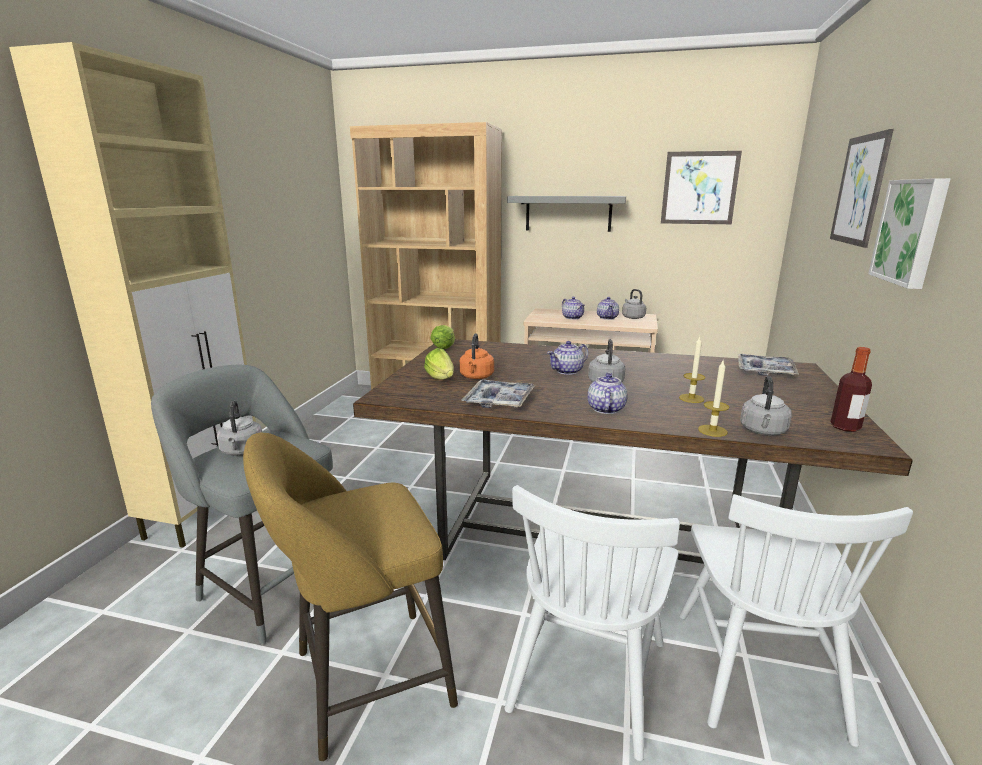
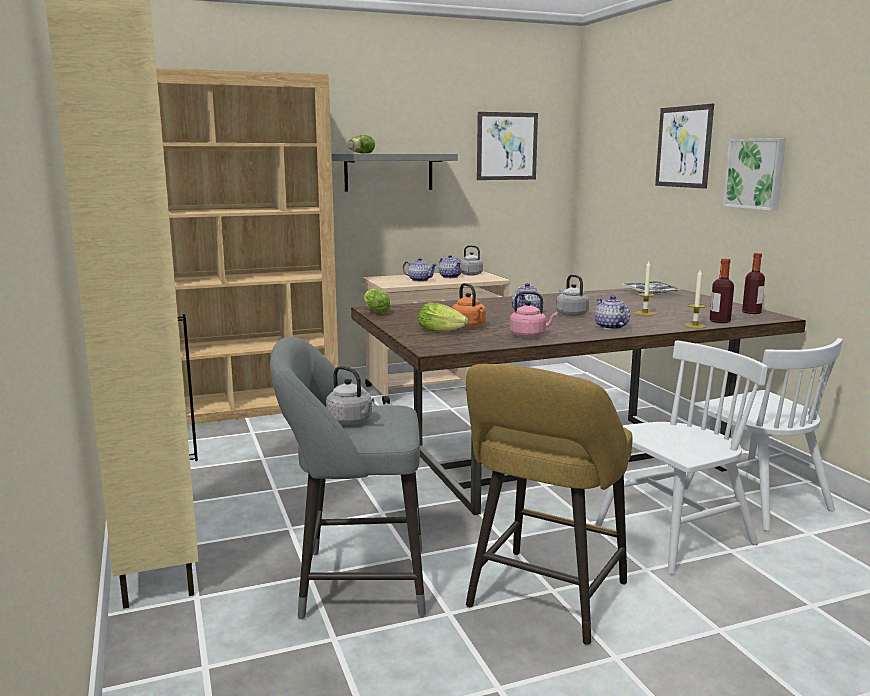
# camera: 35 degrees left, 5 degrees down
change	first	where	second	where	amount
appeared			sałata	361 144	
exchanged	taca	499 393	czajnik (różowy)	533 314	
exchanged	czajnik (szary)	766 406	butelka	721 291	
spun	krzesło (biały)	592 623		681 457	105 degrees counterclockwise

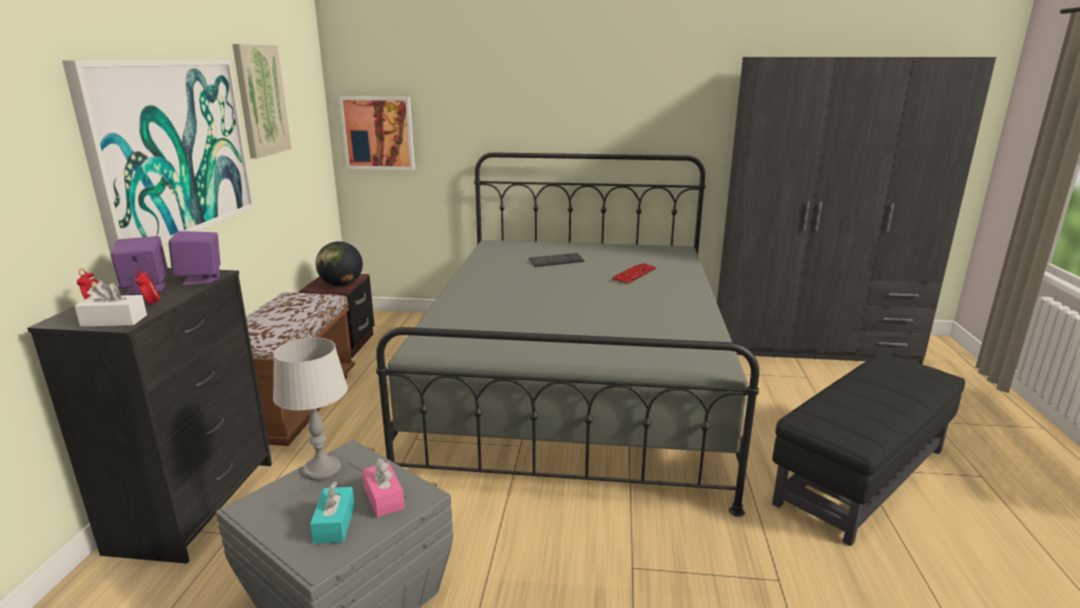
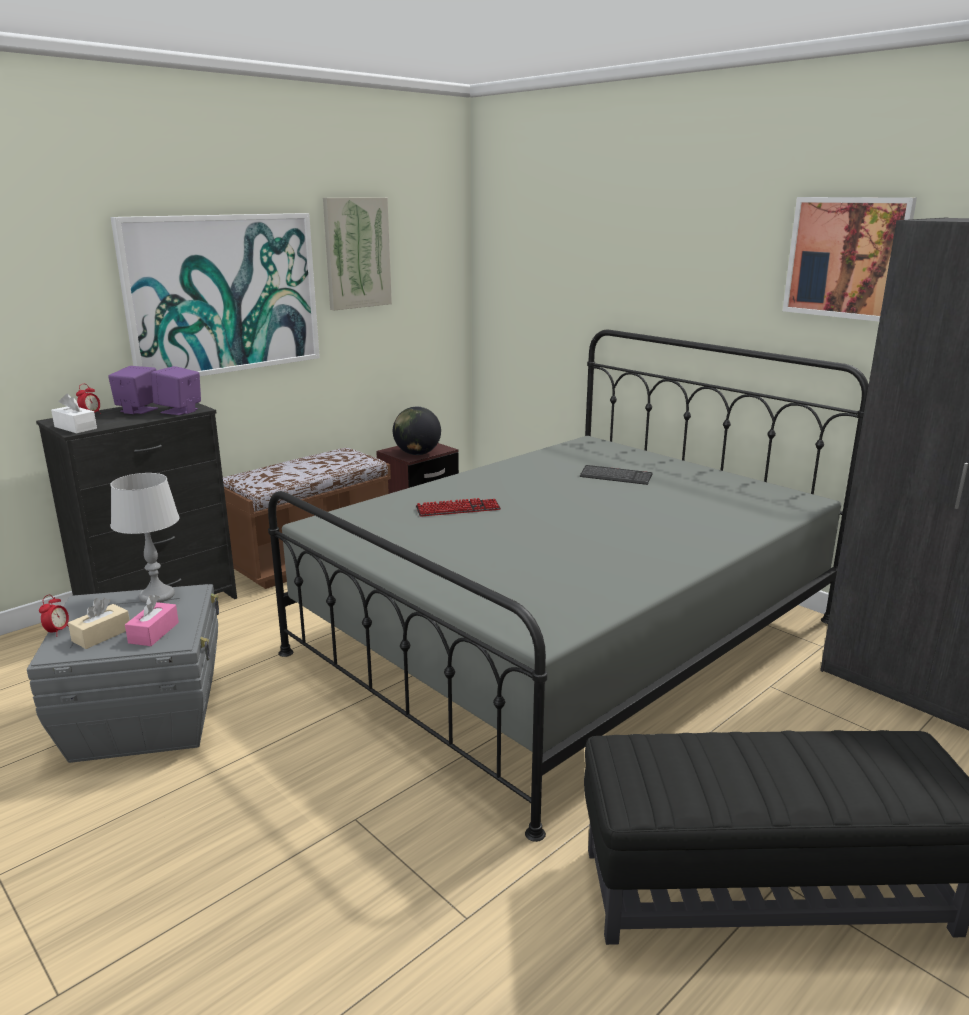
# camera: 40 degrees right, 0 degrees up
change	first	where	second	where	amount
relocated	budzik	148 287		54 614	
relocated	obraz	377 133		850 259	
relocated	klawiatura	634 273		458 507	
colour	pudełko chusteczek (turkusowy)	332 513	pudełko chusteczek (beżowy)	99 623	

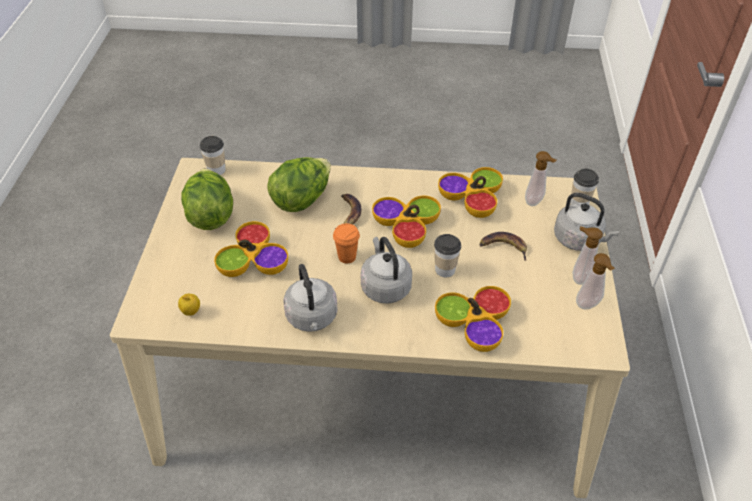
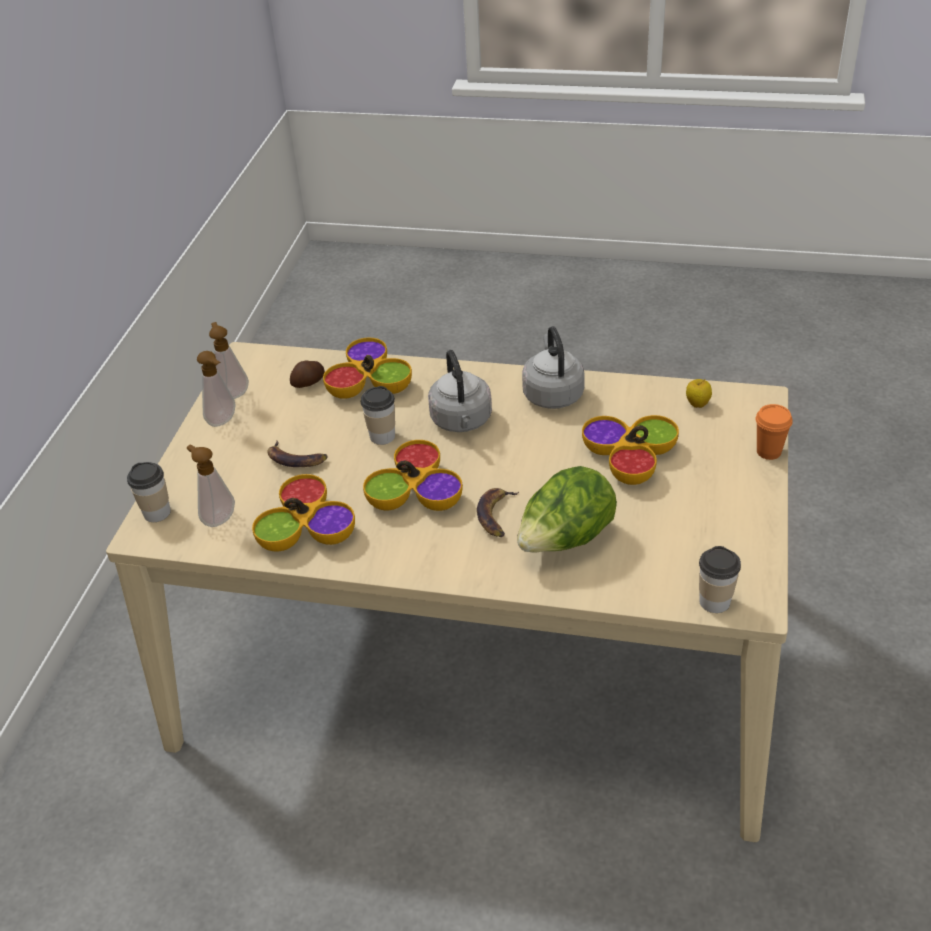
# camera: 170 degrees left, 5 degrees down
change	first	where	second	where	amount
missing	sałata	207 199			
missing	czajnik (szary)	586 222			
appeared			ziemniak	307 374	
relocated	filiżanka (pomarańczowy)	346 243		774 432	

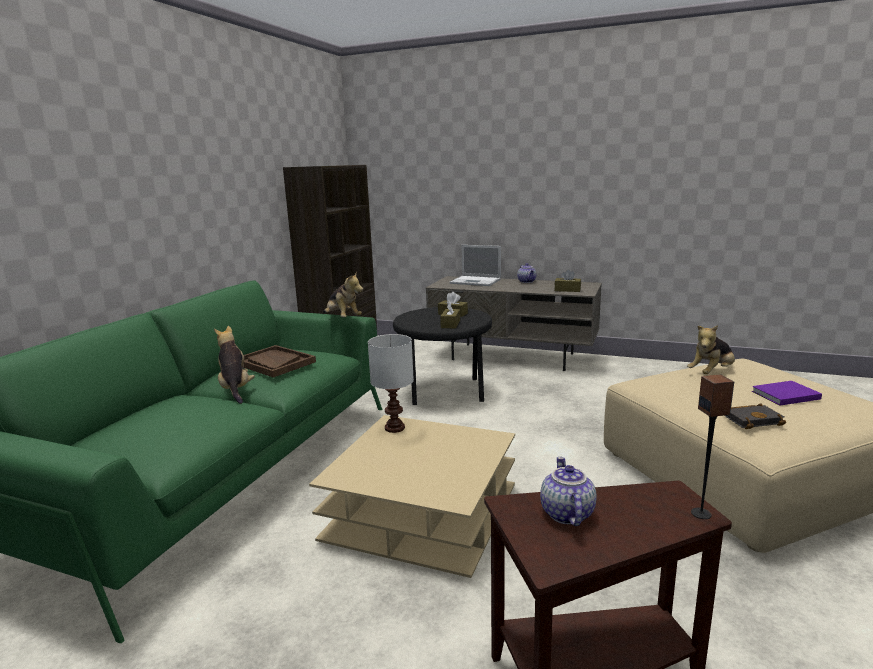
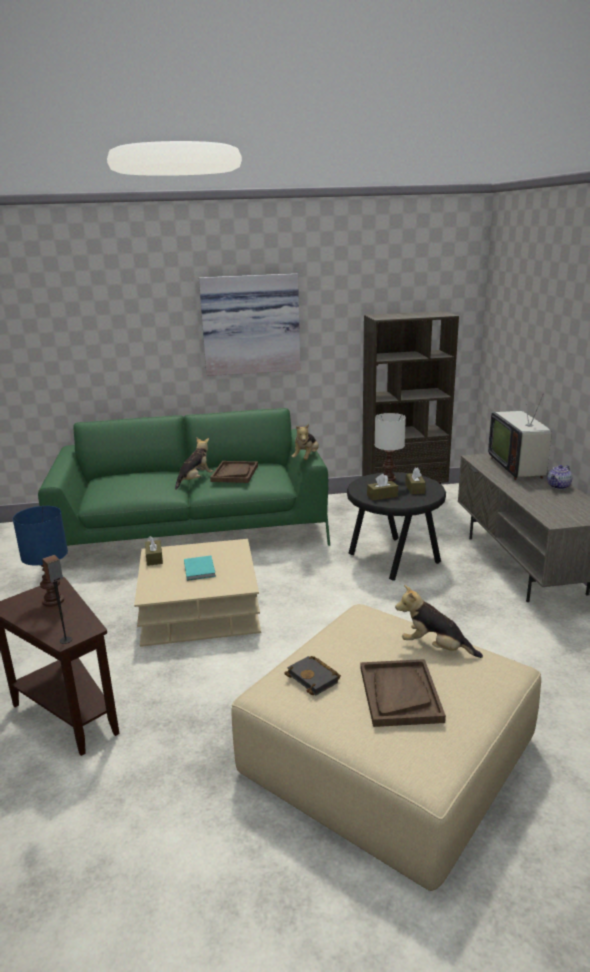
# camera: 60 degrees right, 5 degrees up
change	first	where	second	where	amount
appeared			książka (turkusowy)	200 568	
appeared			obraz	249 324	
relocated	lampa stołowa (biały)	391 383		390 447	
relocated	pudełko chusteczek (brązowy)	567 281		154 551	
exchanged	laptop	475 265	telewizor	520 434	
exchanged	imbryk	568 491	lampa stołowa (niebieski)	40 556	
exchanged	książka (fioletowy)	787 393	taca (brązowy)	403 693	

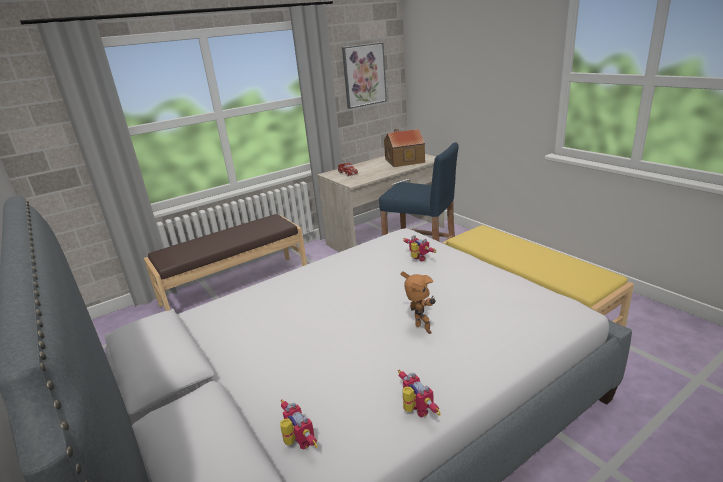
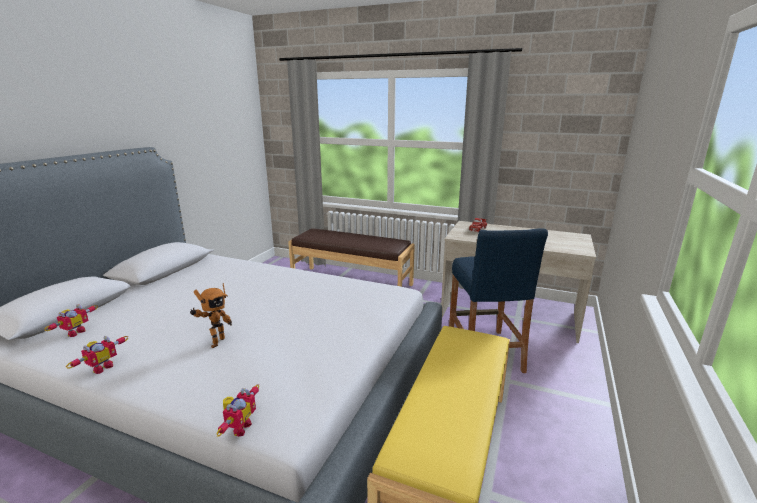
# camera: 55 degrees right, 5 degrees down
change	first	where	second	where	amount
missing	obraz	364 75			
missing	domek	404 148			
relocated	robot zabawkowy	419 248		237 410	

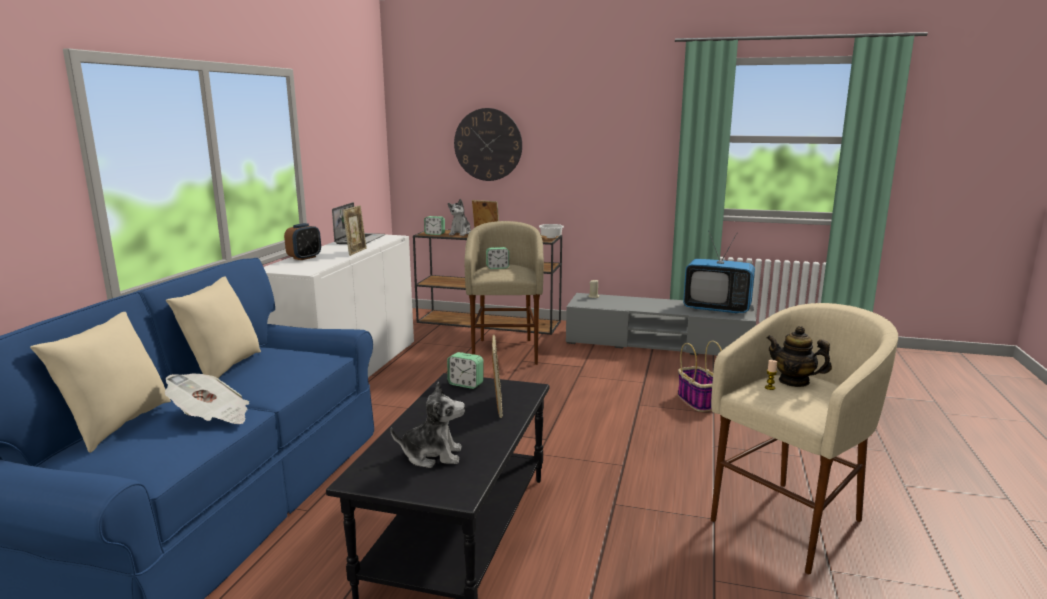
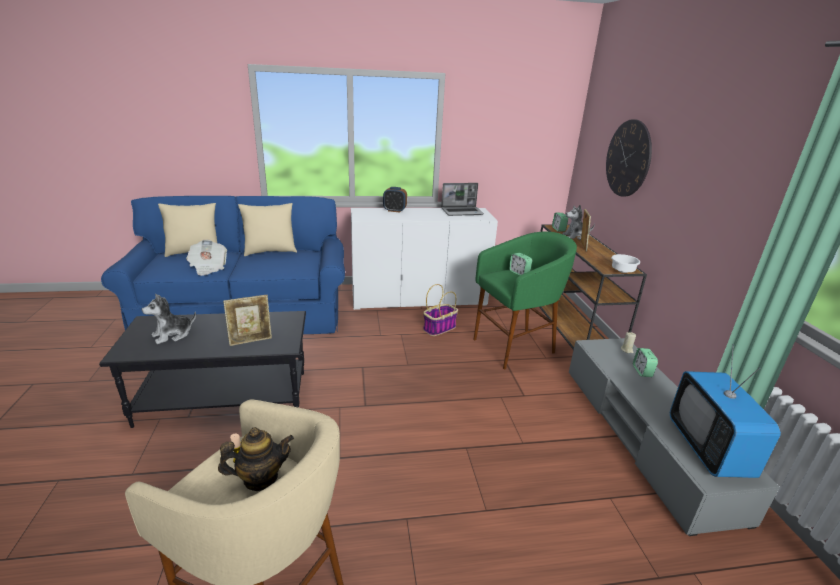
# camera: 65 degrees right, 10 degrees up
change	first	where	second	where	amount
missing	ramka na zdjęcie	354 230			
relocated	budzik	465 370		645 362	
relocated	koszyk	700 376		440 310	
colour	stołek (beżowy)	504 293	stołek (zielony)	525 300	
spun	pluszak	427 425		168 319	75 degrees clockwise
spun	imbryk	799 356		256 459	60 degrees clockwise

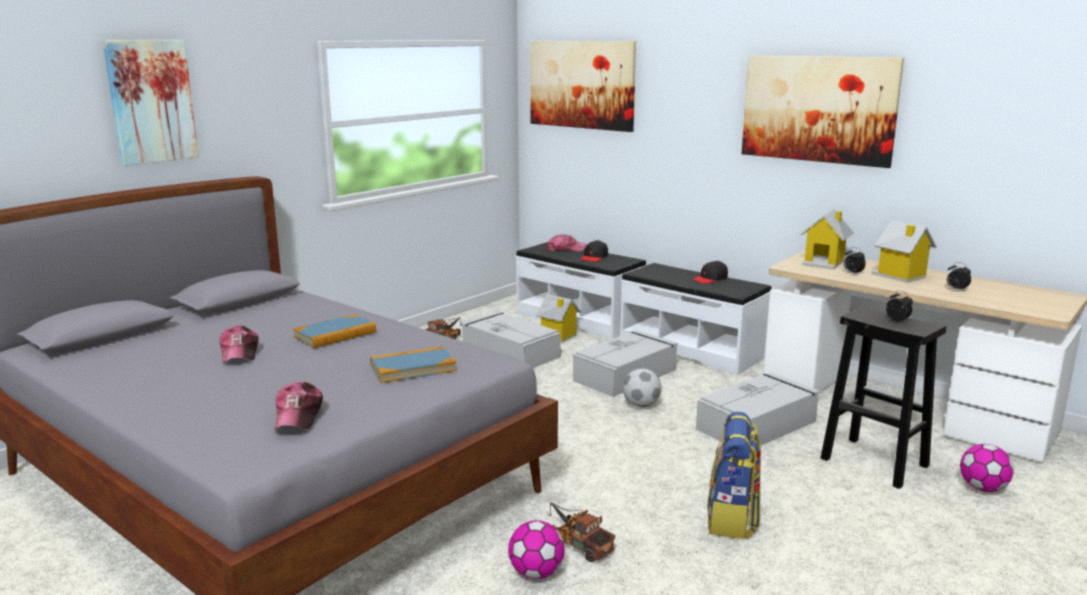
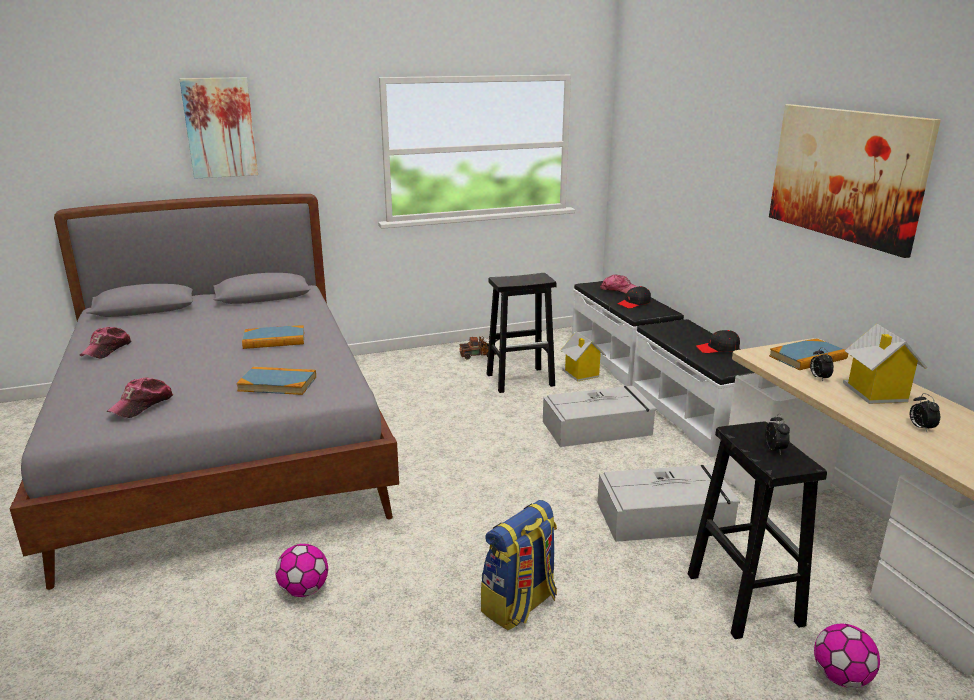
# camera: 30 degrees right, 5 degrees up
change	first	where	second	where	amount
missing	obraz	583 86			
missing	ciężarówka zabawkowa	582 532			
missing	piłka futbolowa	642 387			
relocated	czapka z daszkiem	239 344		105 343	
exchanged	pojemnik do przechowywania (szary)	510 339	stołek (czarny)	522 333	
exchanged	domek	827 239	książka	808 354	

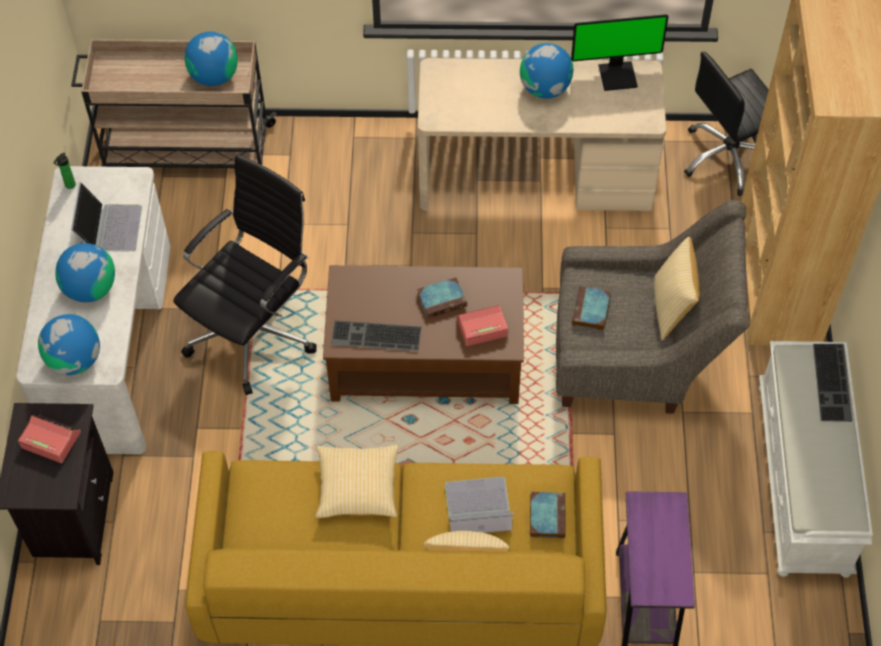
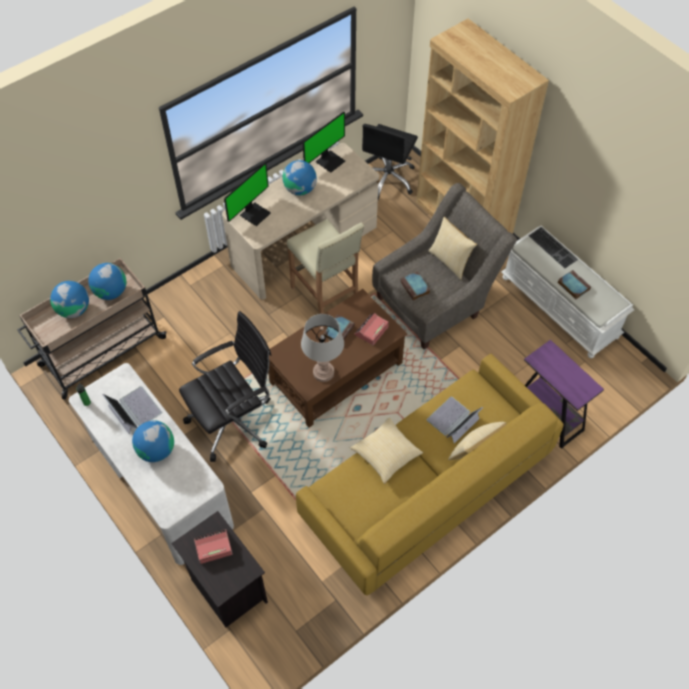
# camera: 40 degrees left, 0 degrees up
change	first	where	second	where	amount
appeared			monitor	247 194	
appeared			stołek (beżowy)	325 266	
relocated	globus	69 344		69 299	
relocated	książka	547 515		574 284	
exchanged	klawiatura	376 335	lampa stołowa (szary)	322 348	
spun	krzesło biurowe (czarny)	244 275		225 386	60 degrees clockwise

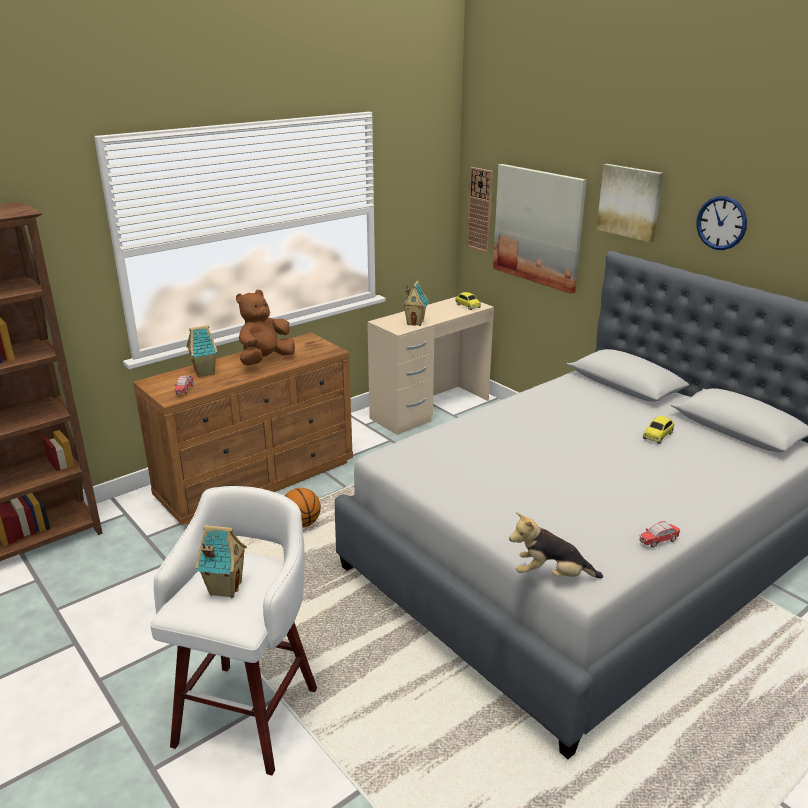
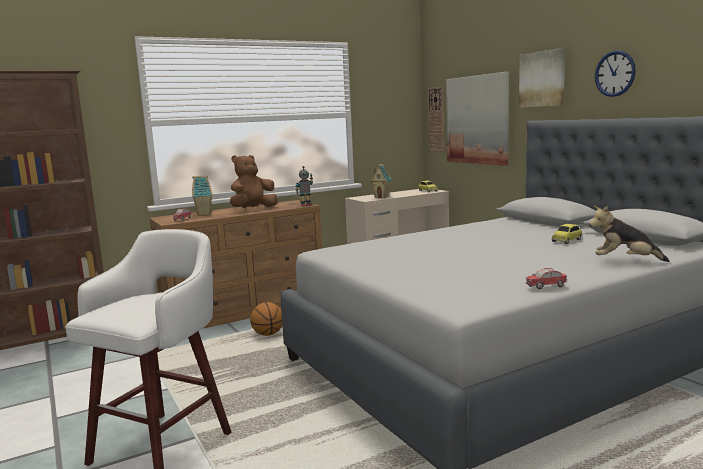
# camera: 10 degrees right, 15 degrees down
change	first	where	second	where	amount
missing	domek	221 561			
appeared			robot zabawkowy	304 186	
relocated	pluszak	556 545		629 234	

